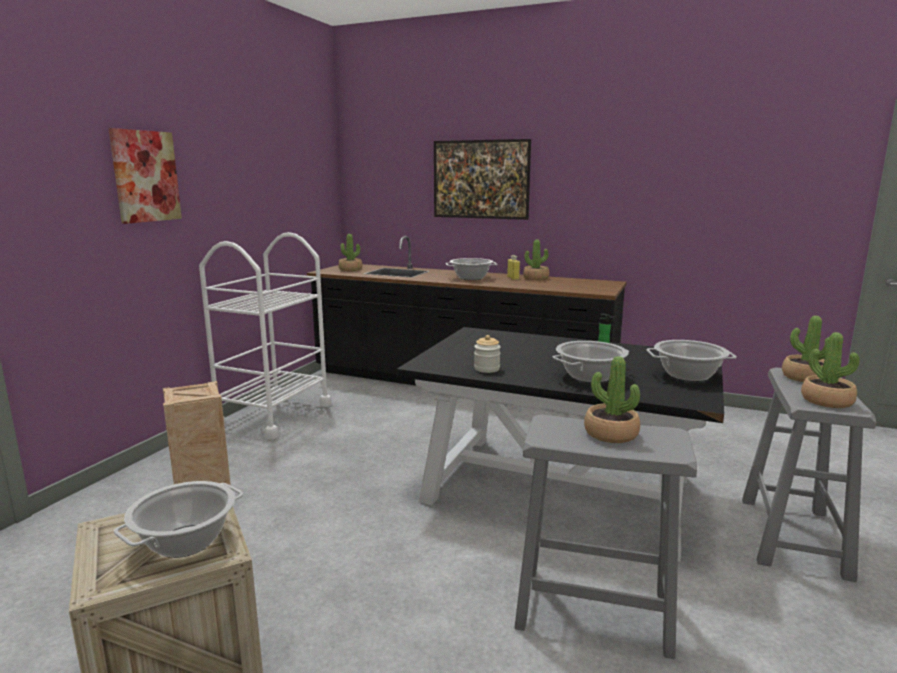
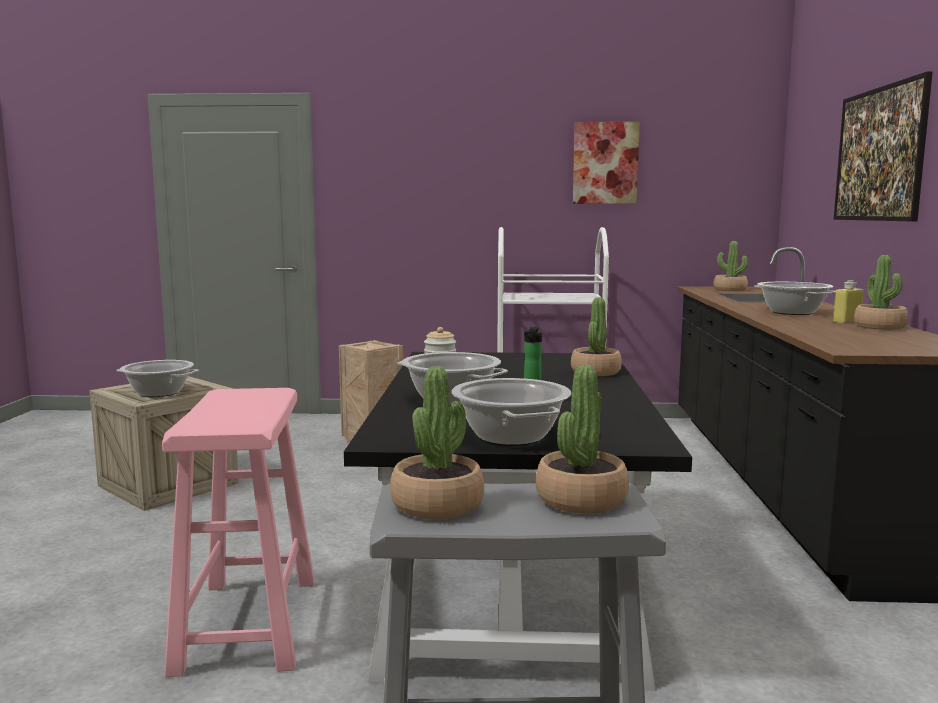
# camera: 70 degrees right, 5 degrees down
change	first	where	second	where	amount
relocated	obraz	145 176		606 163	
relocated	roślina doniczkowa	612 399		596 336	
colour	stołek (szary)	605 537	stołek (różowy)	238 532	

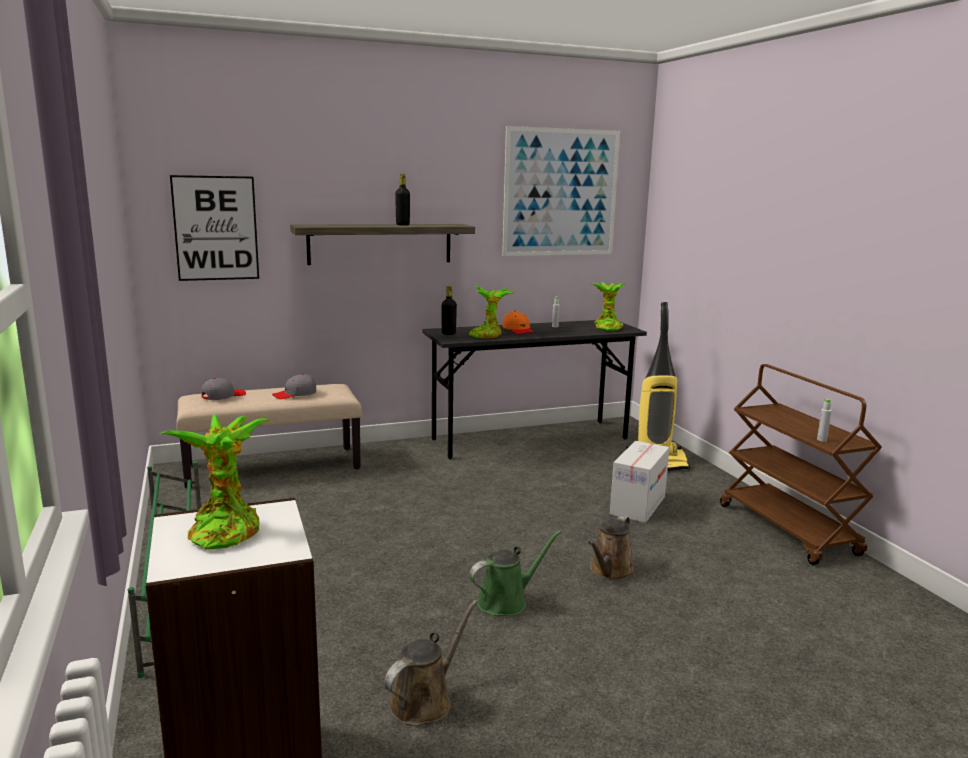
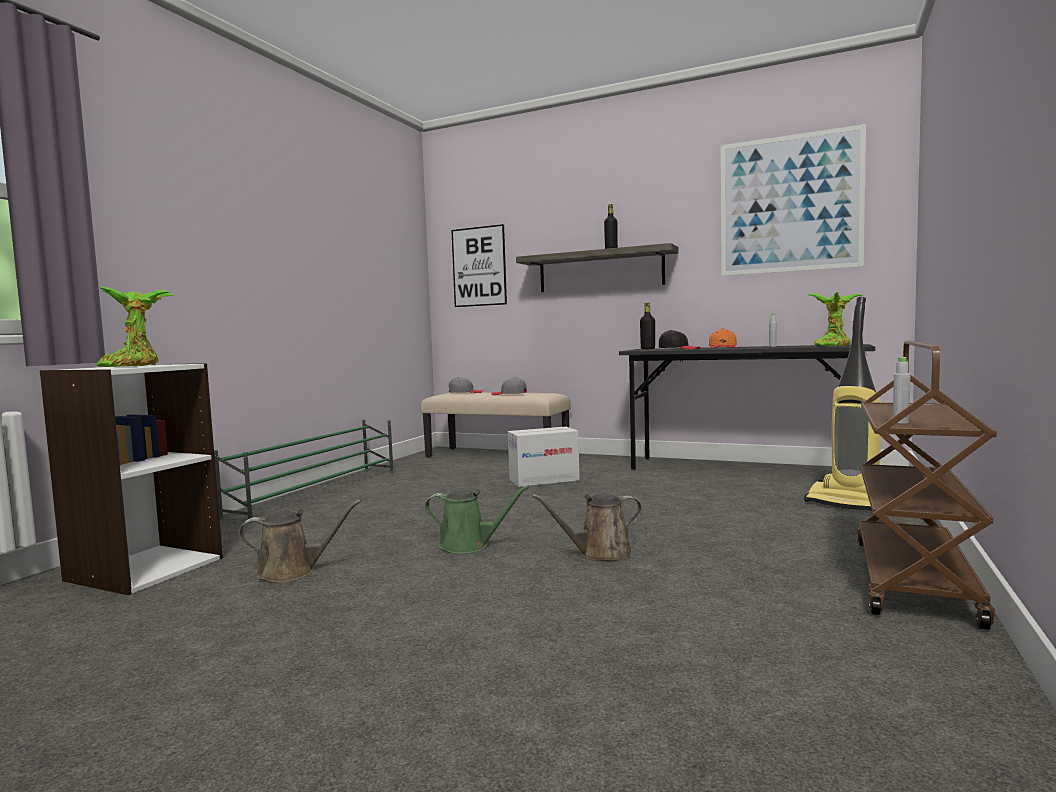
# camera: 45 degrees right, 10 degrees down
change	first	where	second	where	amount
relocated	karton	640 482		544 457	
exchanged	roślina doniczkowa	491 311	czapka z daszkiem (czarny)	679 339	

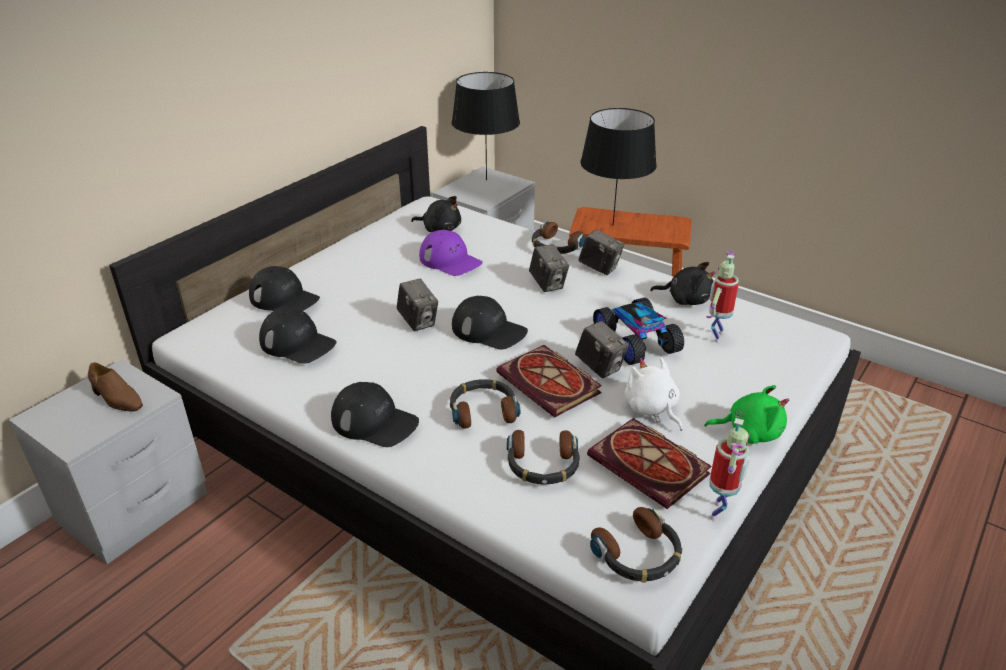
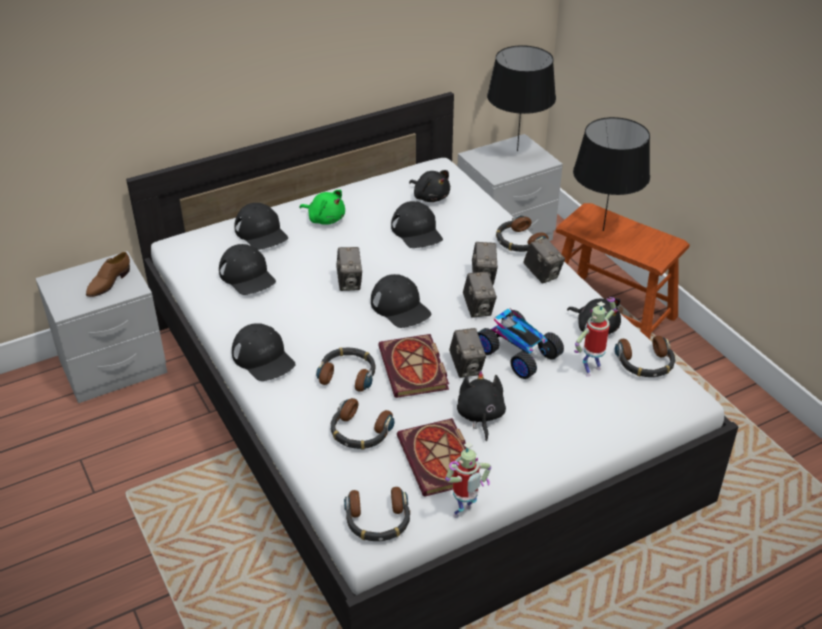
# camera: 25 degrees right, 5 degrees up
change	first	where	second	where	amount
appeared			aparat fotograficzny	480 295	
appeared			słuchawki	645 356	
relocated	pluszak (zielony)	746 414		322 207	
colour	czapka z daszkiem (fioletowy)	451 253	czapka z daszkiem (czarny)	417 224	
colour	pluszak (biały)	653 394	pluszak (czarny)	481 405	
spun	but (brązowy)	115 387		108 274	60 degrees clockwise
spun	samochodzik	638 331		521 344	135 degrees clockwise

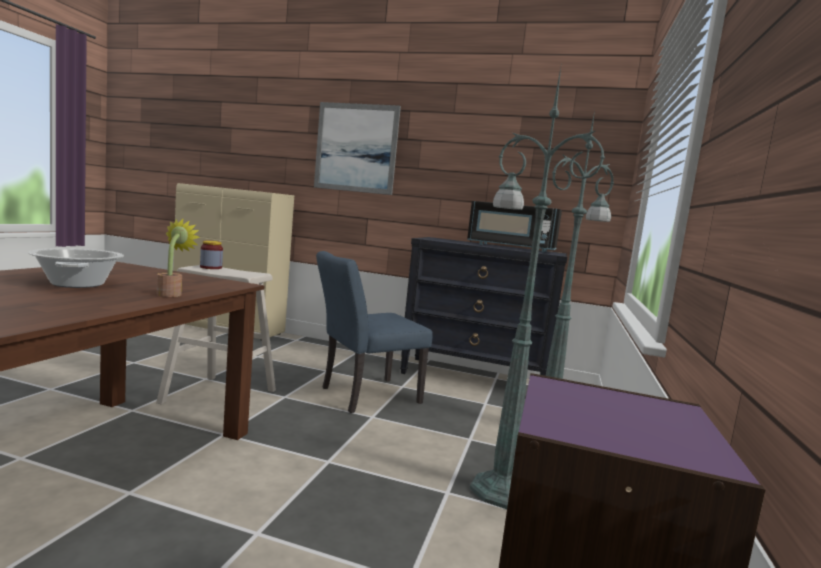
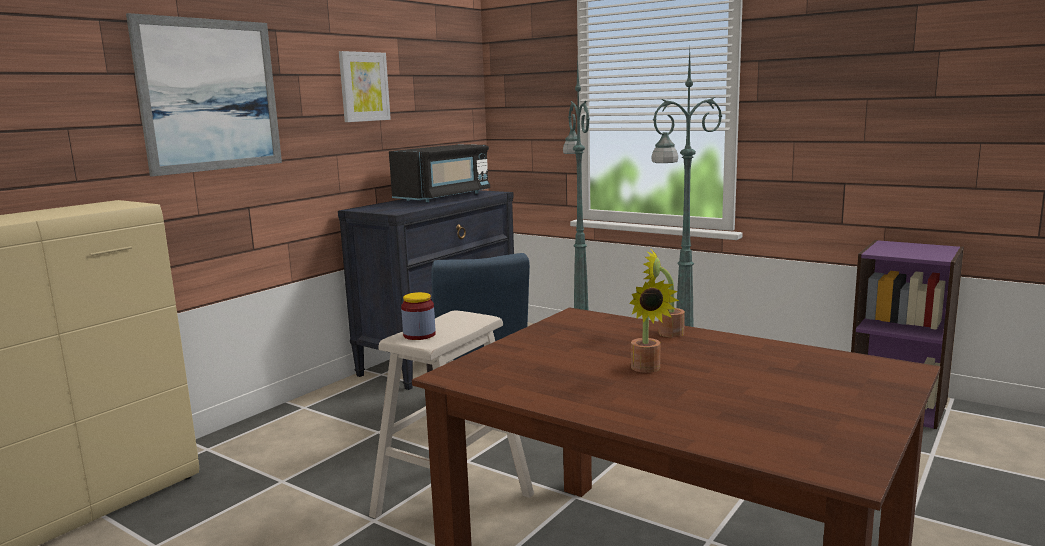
# camera: 70 degrees left, 5 degrees up
change	first	where	second	where	amount
appeared			obraz	365 86	
exchanged	garnek	76 268	roślina doniczkowa	654 326	

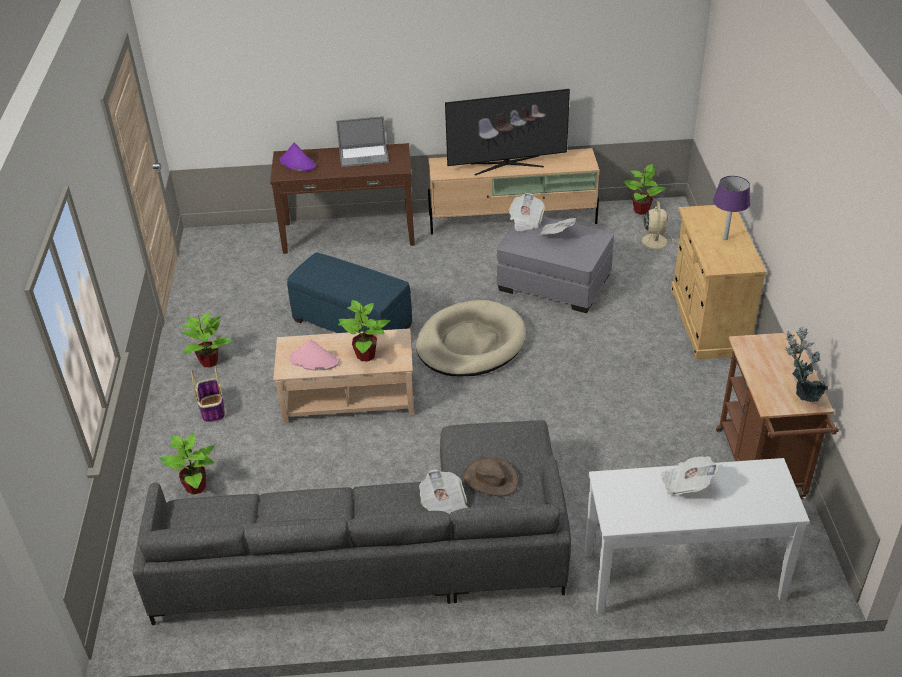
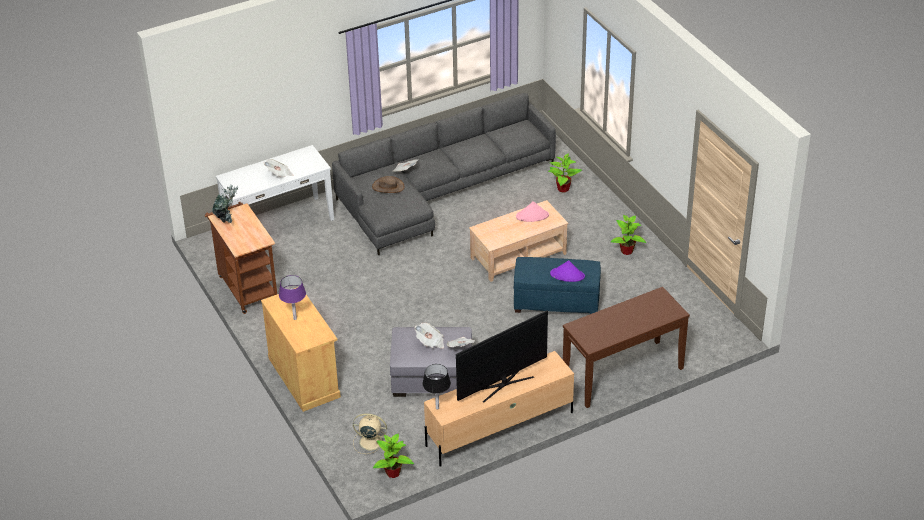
# camera: 155 degrees right, 0 degrees up
change	first	where	second	where	amount
missing	koszyk	208 394			
missing	laptop	362 141			
missing	roślina doniczkowa	364 330			
missing	legowisko (beżowy)	471 338			
appeared			lampa stołowa (czarny)	436 386	
relocated	kapelusz (fioletowy)	298 157		567 271	
spun	wentylator (beżowy)	654 227		370 433	120 degrees clockwise

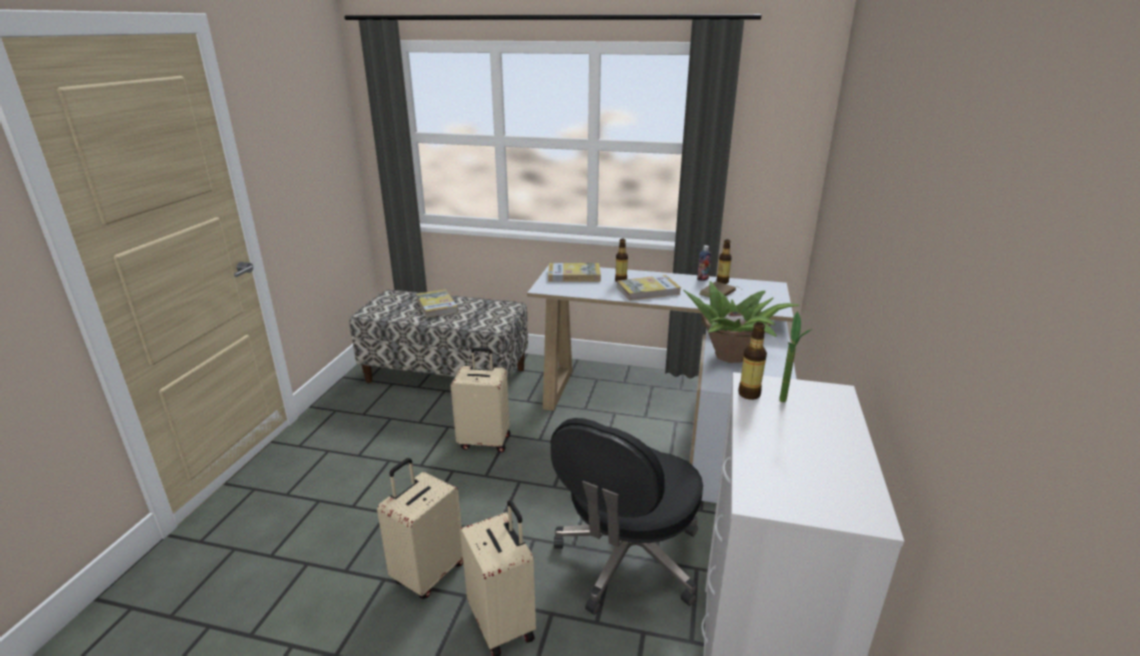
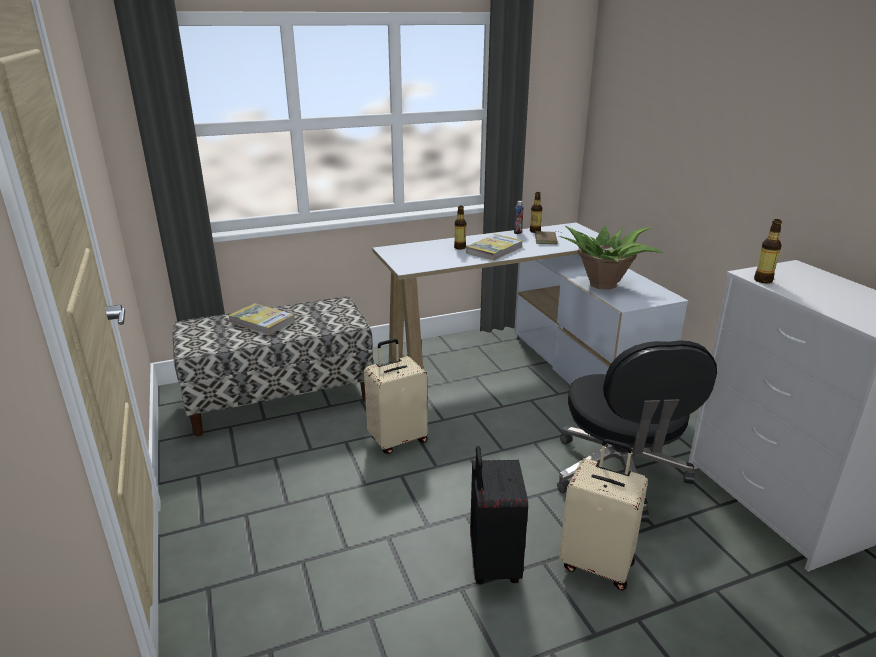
# camera: 35 degrees left, 0 degrees up
change	first	where	second	where	amount
missing	książka	574 272			
missing	roślina doniczkowa	795 356			
colour	walizka (beżowy)	420 528	walizka (czarny)	499 515	

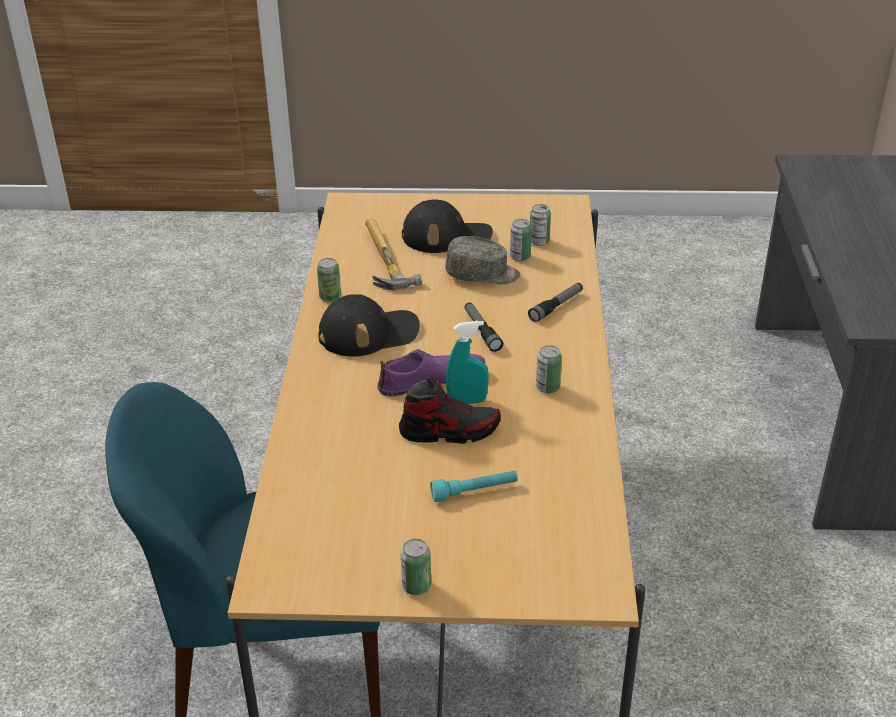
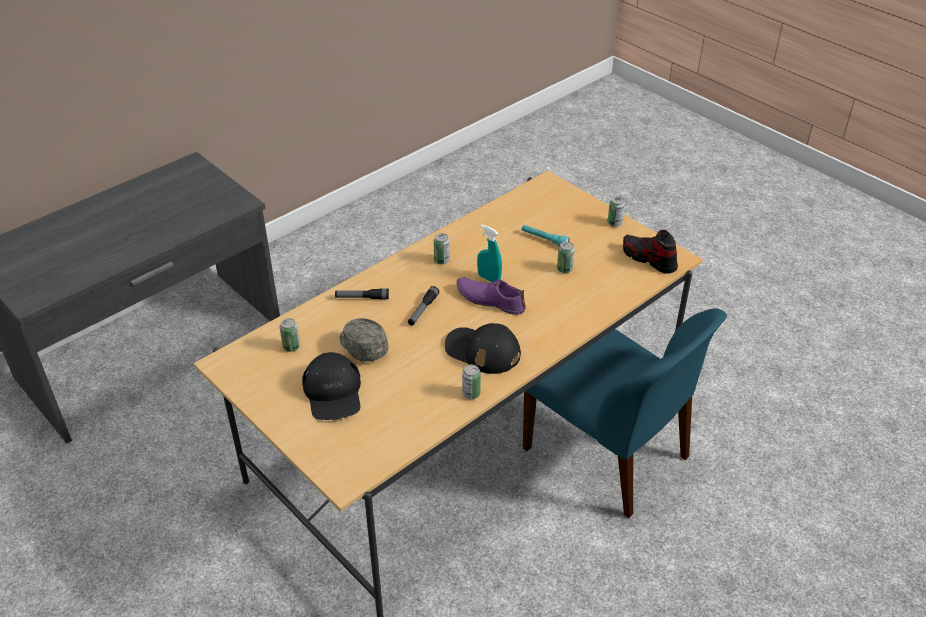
# camera: 135 degrees left, 5 degrees up
change	first	where	second	where	amount
missing	młotek	393 254			
relocated	but	450 410		650 252	
relocated	puszka	521 240		566 257	
spun	czapka z daszkiem (czarny)	447 226		331 386	150 degrees counterclockwise

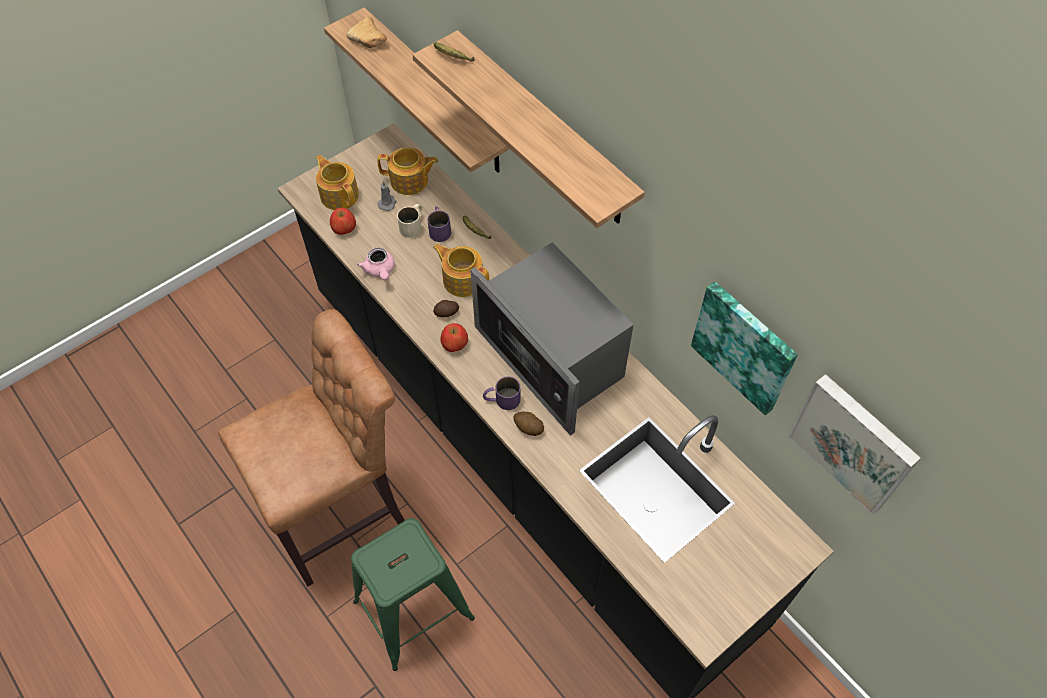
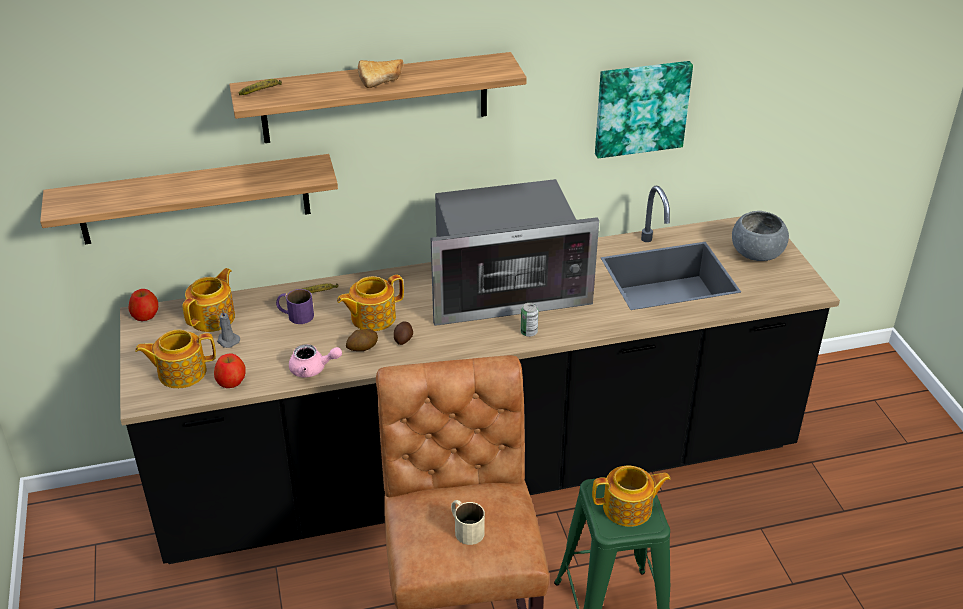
# camera: 65 degrees left, 20 degrees down
change	first	where	second	where	amount
missing	obraz	854 444			
appeared			imbryk	631 496	
appeared			miska (szary)	760 236	
relocated	chleb	367 32		381 73	
relocated	kubek (beżowy)	409 221		468 522	
relocated	jabłko	454 337		143 305	
relocated	ziemniak	528 424		362 340	
exchanged	kubek (fioletowy)	502 393	puszka	530 320	

